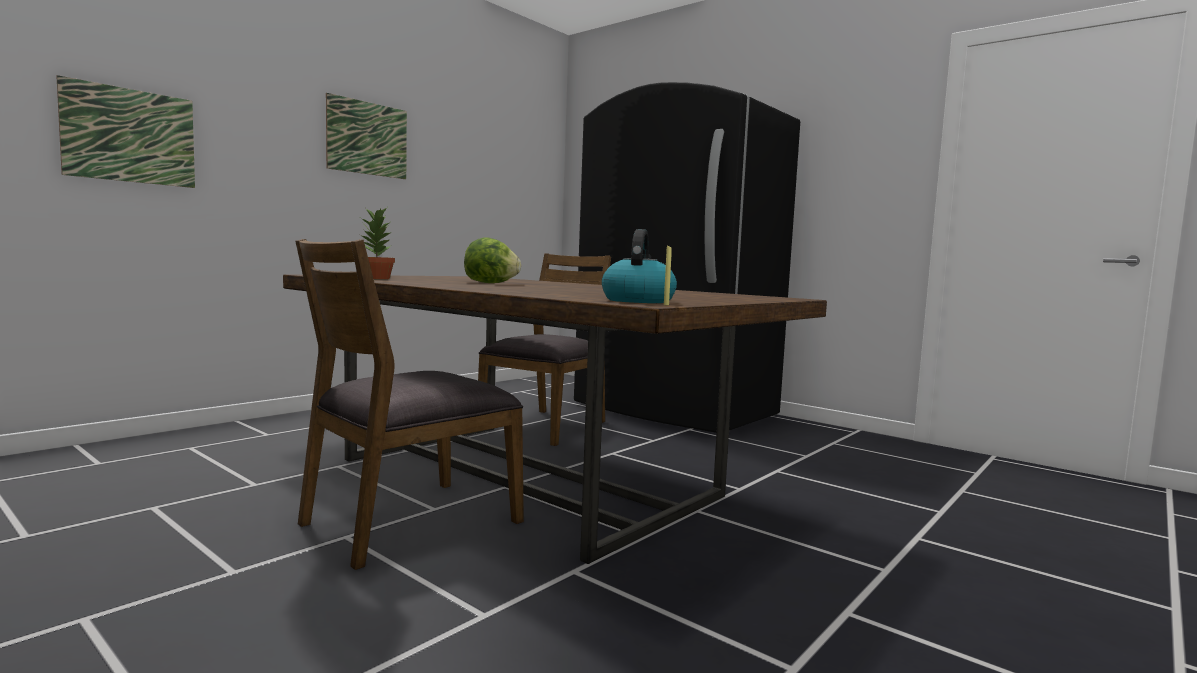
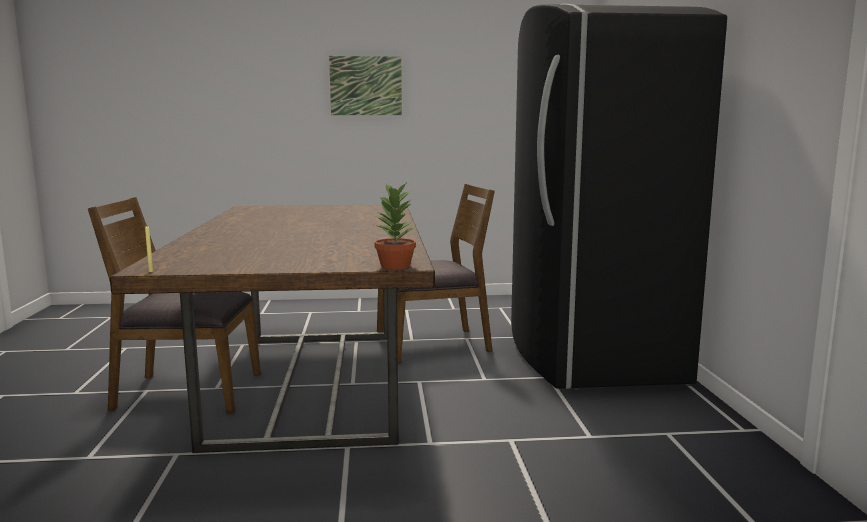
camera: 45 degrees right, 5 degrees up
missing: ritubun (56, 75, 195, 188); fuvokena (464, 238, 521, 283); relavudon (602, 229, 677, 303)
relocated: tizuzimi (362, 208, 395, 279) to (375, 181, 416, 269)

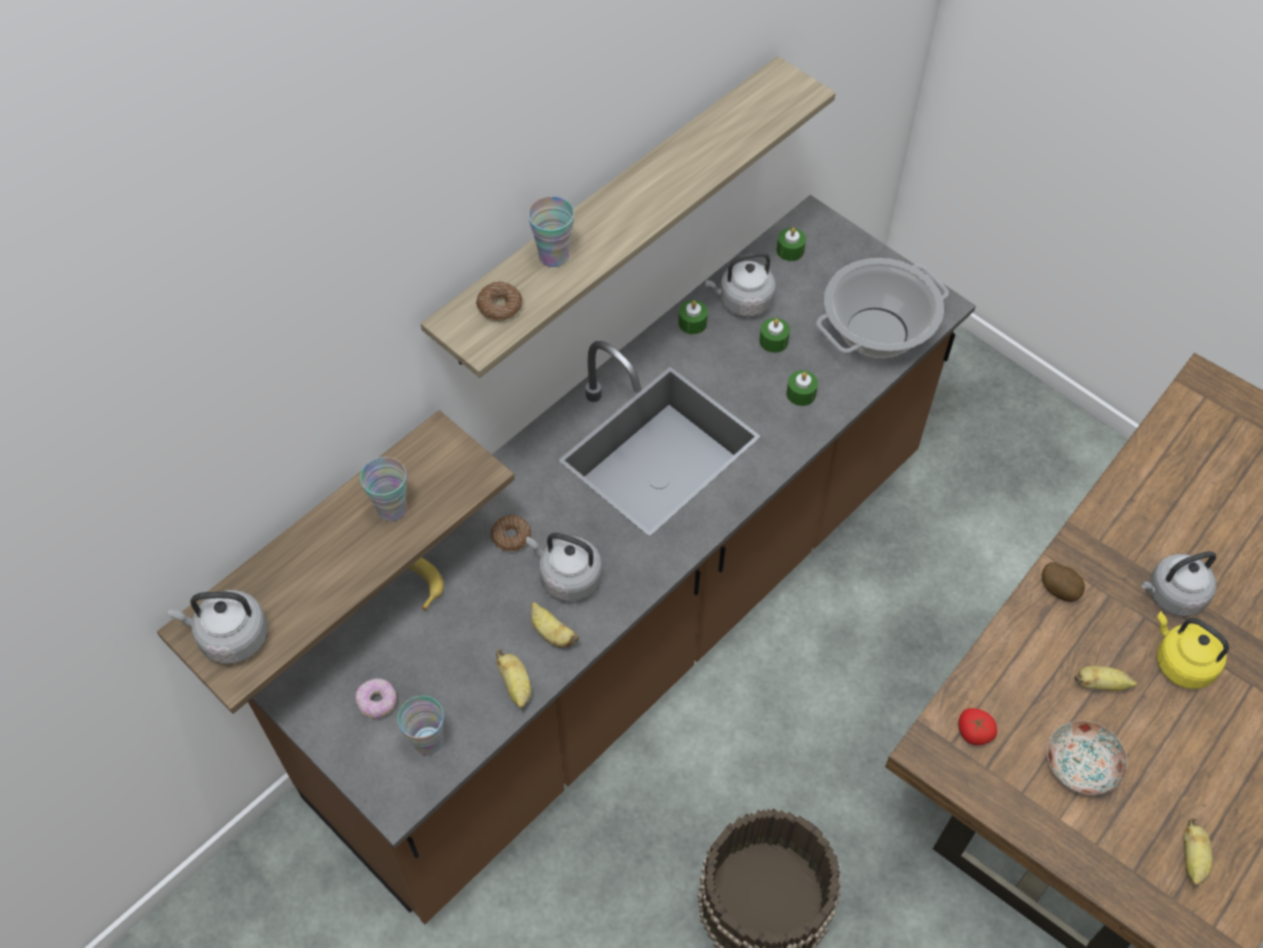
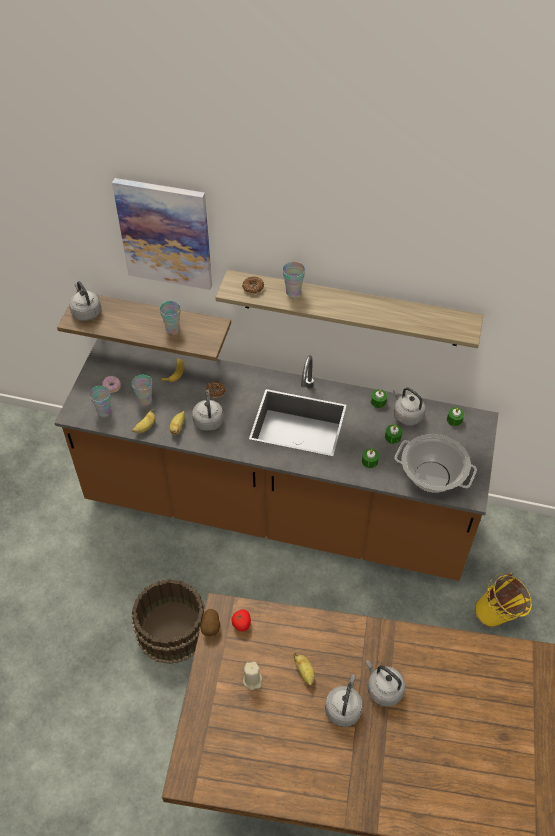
camera: 60 degrees right, 5 degrees down
missing: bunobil (1184, 818, 1212, 886)
appeared: ritubun (112, 178, 212, 290); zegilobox (132, 375, 152, 405); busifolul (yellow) (474, 573, 532, 628)
relocated: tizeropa (1042, 562, 1085, 602) to (201, 609, 220, 636)
exchanged: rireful (1047, 721, 1128, 795) to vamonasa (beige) (243, 661, 262, 690)
colour: relavudon (yellow) (1157, 611, 1229, 689) to relavudon (grey) (325, 674, 363, 727)

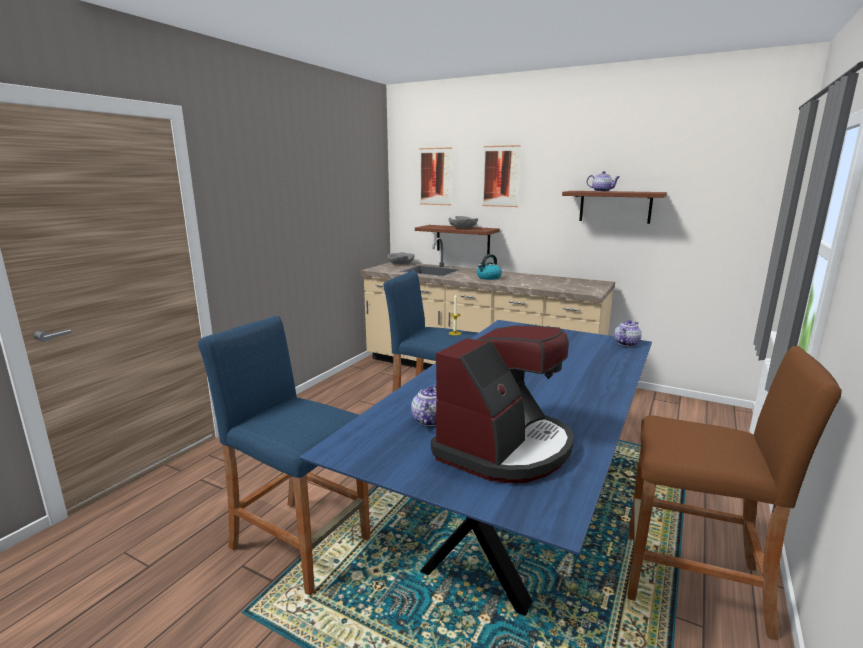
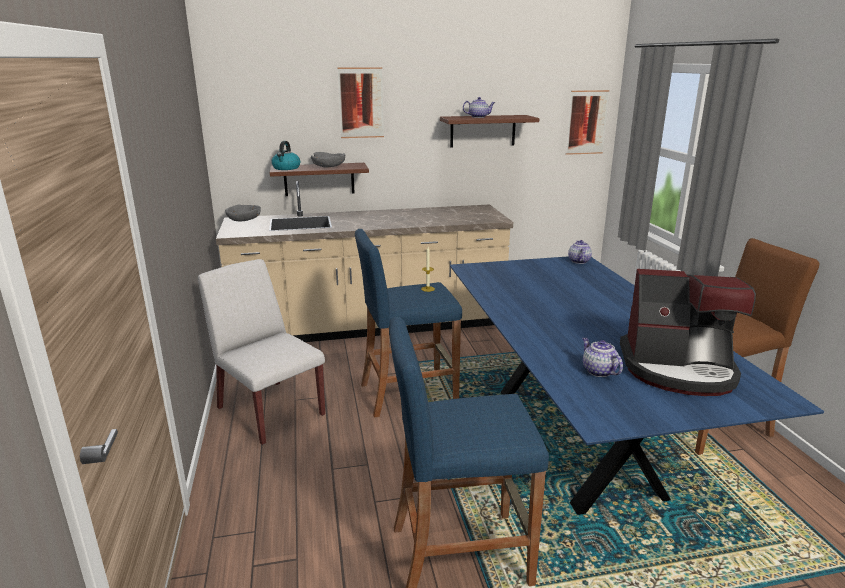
camera: 40 degrees left, 5 degrees up
appeared: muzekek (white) (198, 259, 325, 445)
relocated: ritubun (419, 147, 452, 205) to (566, 90, 610, 155); relavudon (477, 254, 502, 280) to (272, 141, 300, 170)
spun: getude (431, 325, 574, 483) = (620, 269, 756, 396) 105 degrees clockwise

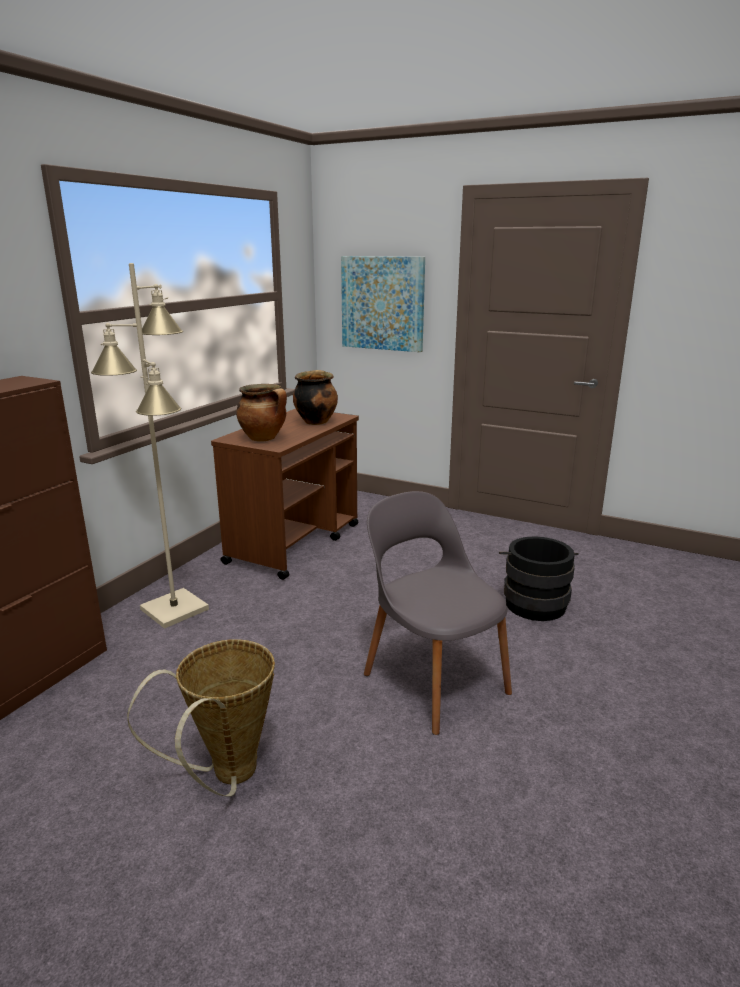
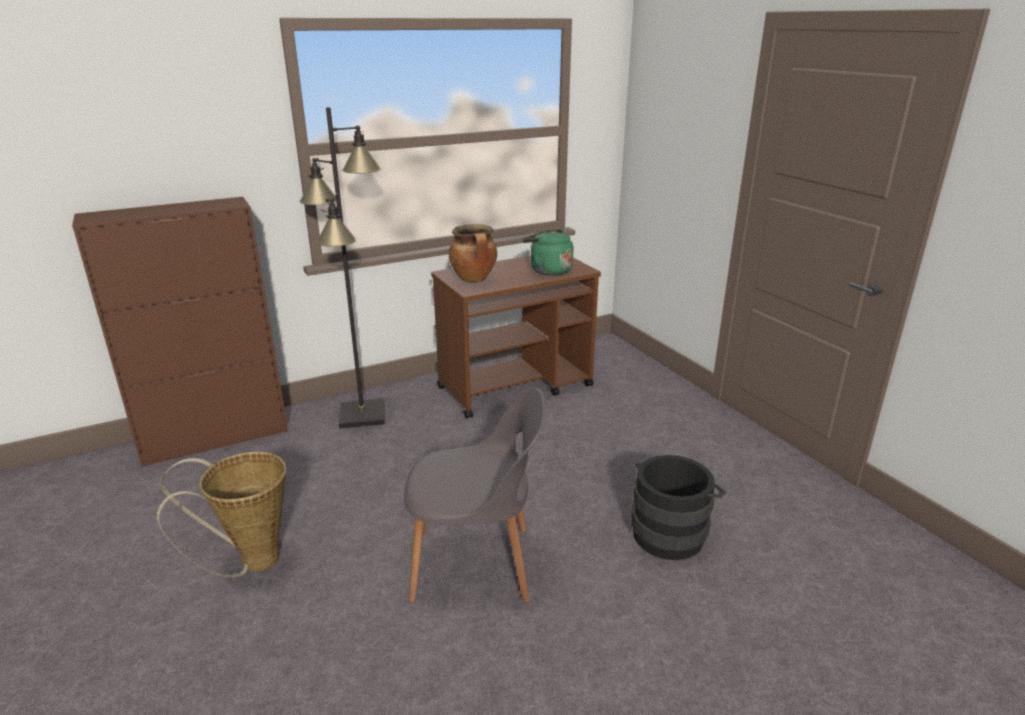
camera: 35 degrees right, 5 degrees up
missing: ritubun (341, 256, 425, 352)
exchanged: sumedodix (293, 370, 338, 425) to relavudon (green) (523, 229, 574, 275)
colour: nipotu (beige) (91, 263, 209, 629) to nipotu (black) (300, 107, 385, 428)
spun: muzekek (grey) (364, 491, 512, 735) = (404, 388, 546, 603) 90 degrees clockwise

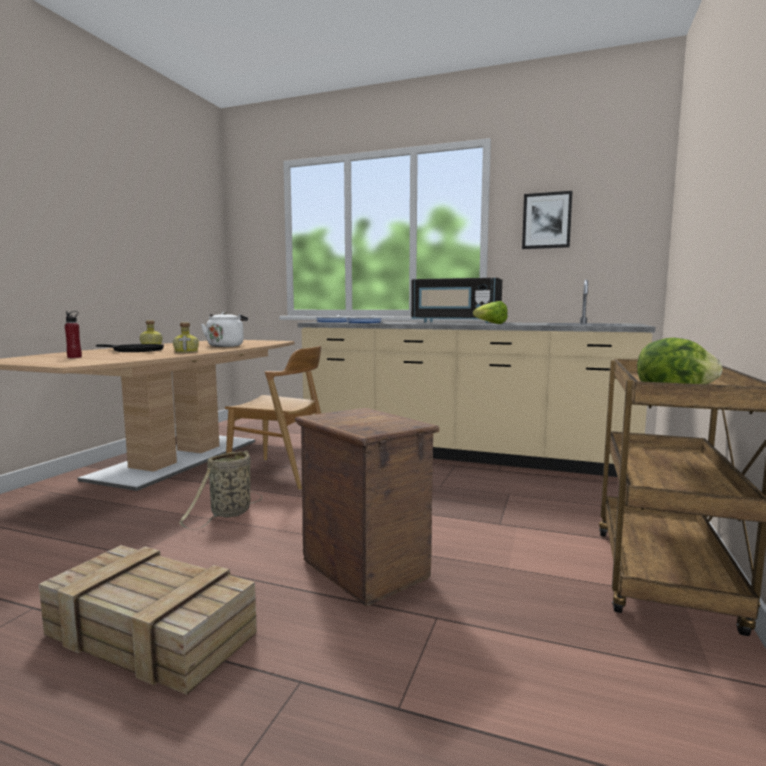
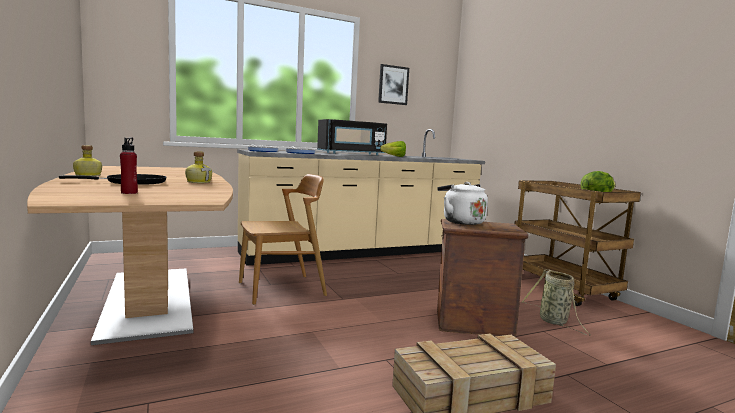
camera: 45 degrees left, 0 degrees up
relocated: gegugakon (179, 450, 262, 530) to (521, 269, 591, 336); relavudon (white) (201, 312, 248, 347) to (437, 182, 488, 225)

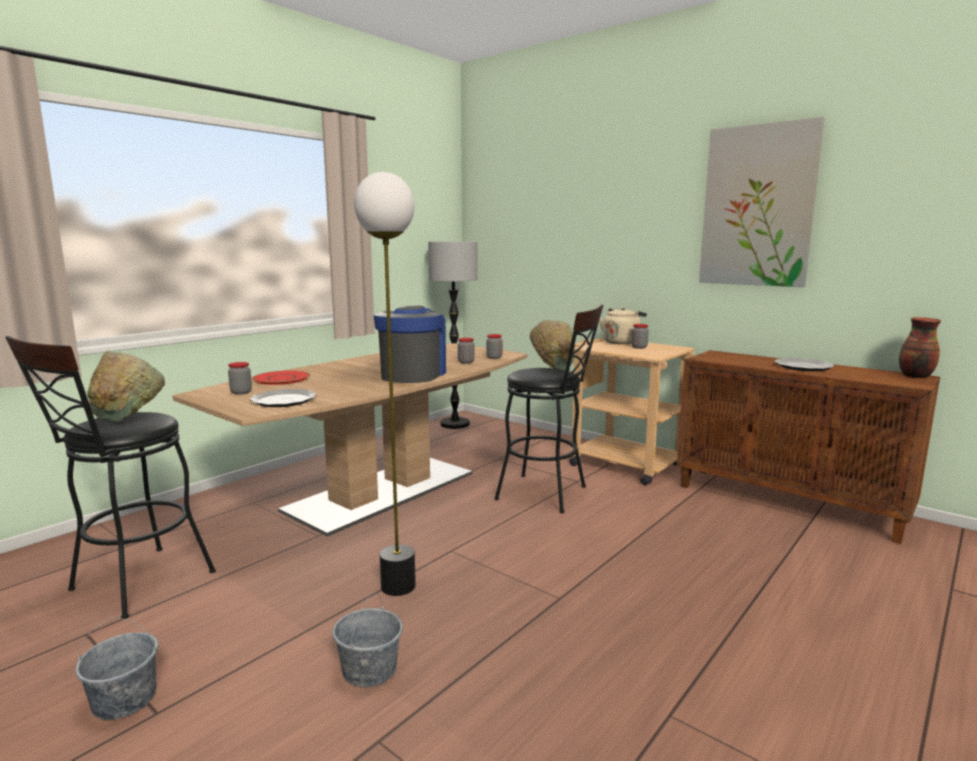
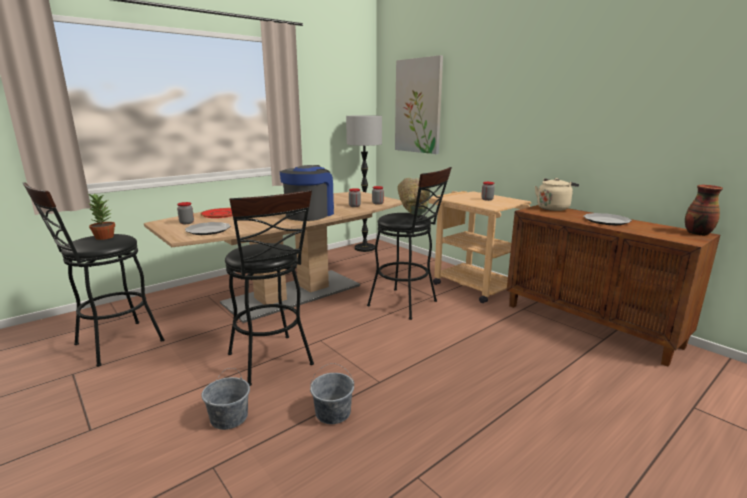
camera: 10 degrees right, 5 degrees up
relocated: busifolul (grey) (75, 618, 158, 720) to (310, 363, 354, 424); relavudon (beige) (599, 307, 647, 344) to (535, 178, 579, 211); ritubun (699, 117, 824, 287) to (395, 55, 443, 154)
exchanged: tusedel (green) (87, 351, 165, 423) to tizuzimi (89, 193, 115, 240); nipotu (354, 172, 416, 596) to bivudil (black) (225, 190, 314, 386)

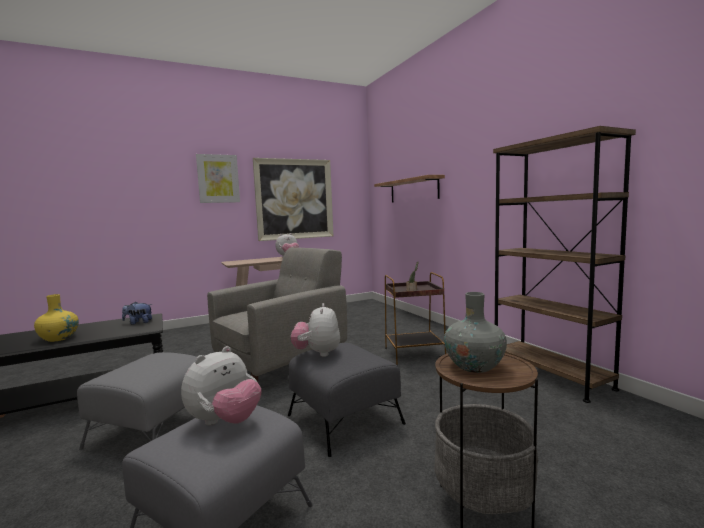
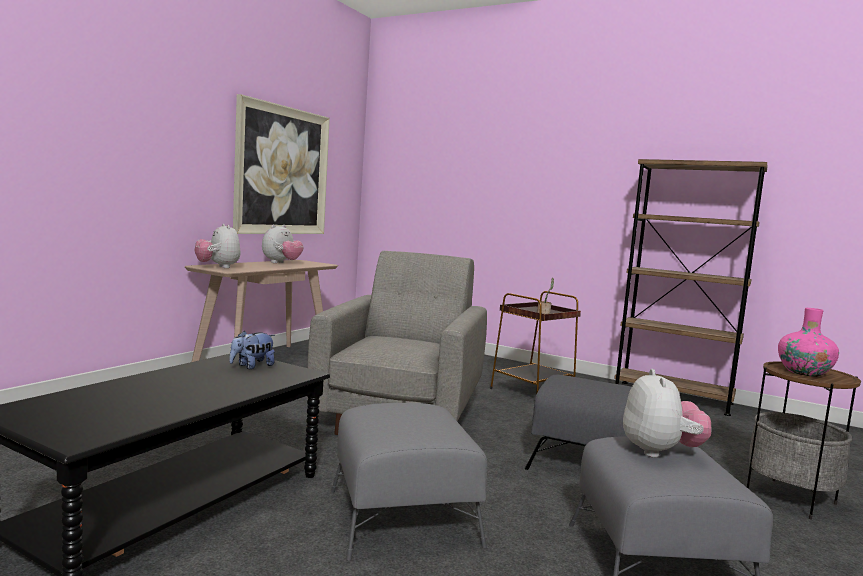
camera: 35 degrees left, 0 degrees up
missing: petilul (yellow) (34, 294, 79, 342); ritubun (196, 154, 240, 203); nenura (374, 175, 445, 203)
relocated: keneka (291, 303, 340, 357) to (195, 224, 241, 268)
colour: petilul (grey) (444, 292, 507, 373) to petilul (pink) (778, 308, 839, 377)

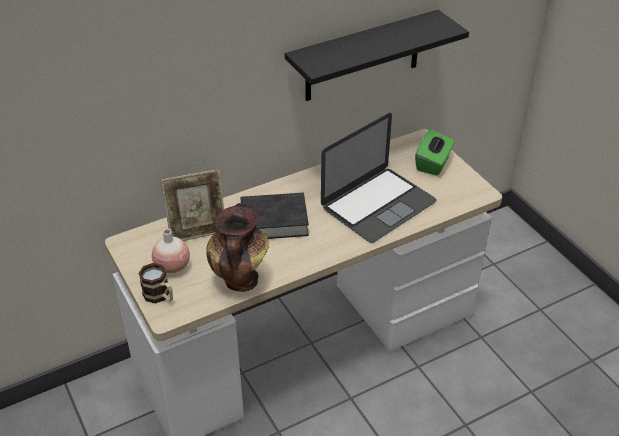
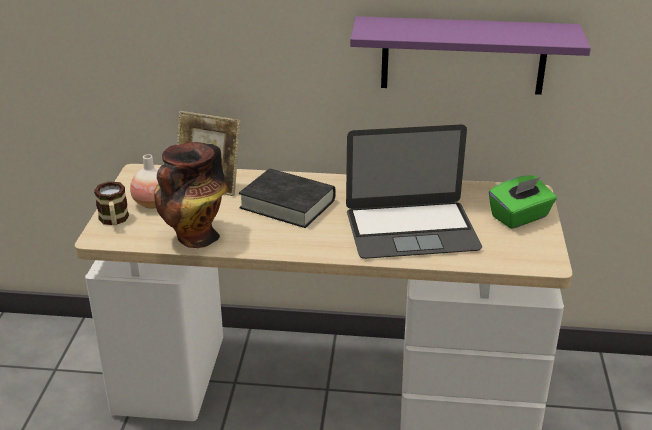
camera: 35 degrees right, 10 degrees down
colour: nenura (black) (285, 10, 469, 101) to nenura (purple) (350, 16, 591, 95)

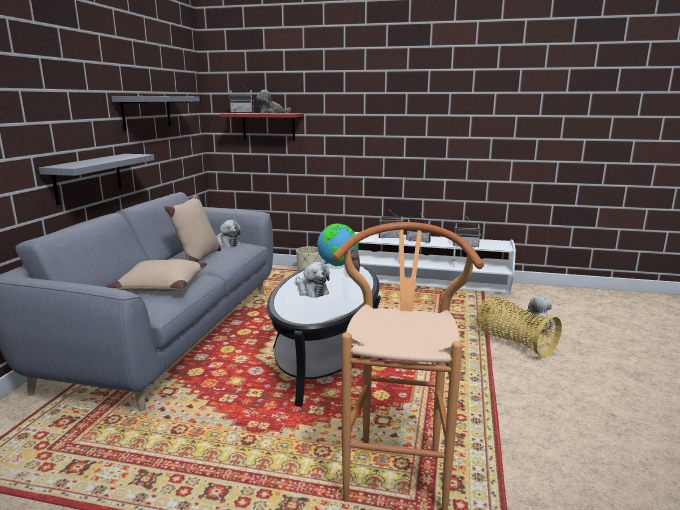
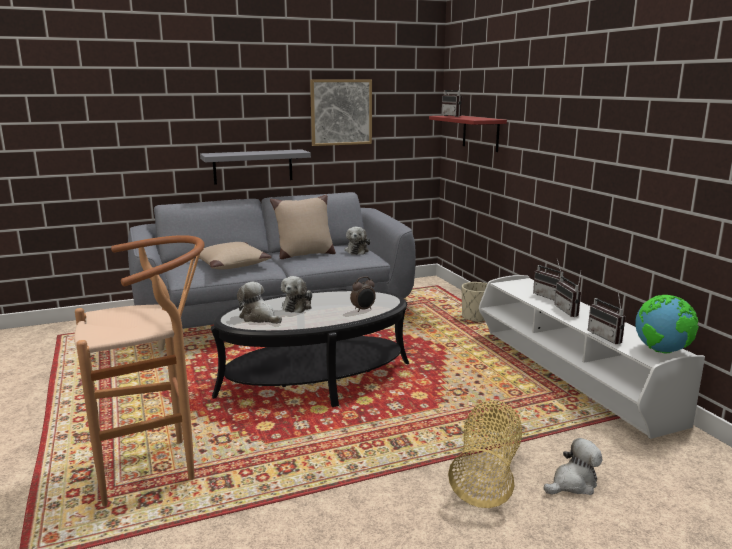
camera: 55 degrees right, 0 degrees up
relocated: keneka (256, 90, 291, 114) to (237, 282, 282, 324); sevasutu (317, 224, 359, 266) to (635, 295, 699, 353)
exchanged: nenura (grey) (112, 96, 200, 131) to ritubun (310, 80, 372, 146)

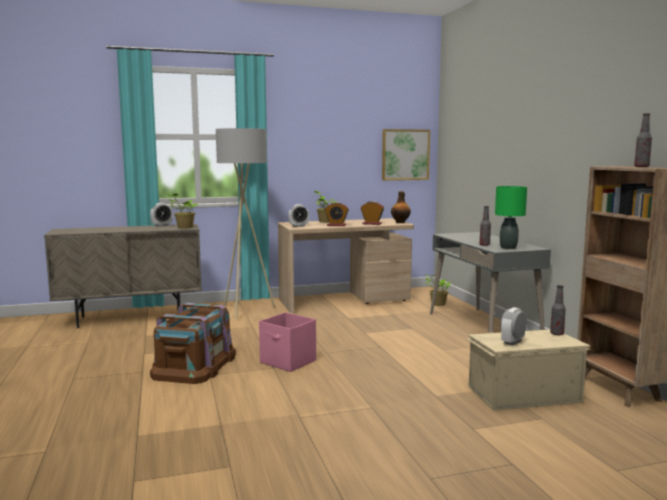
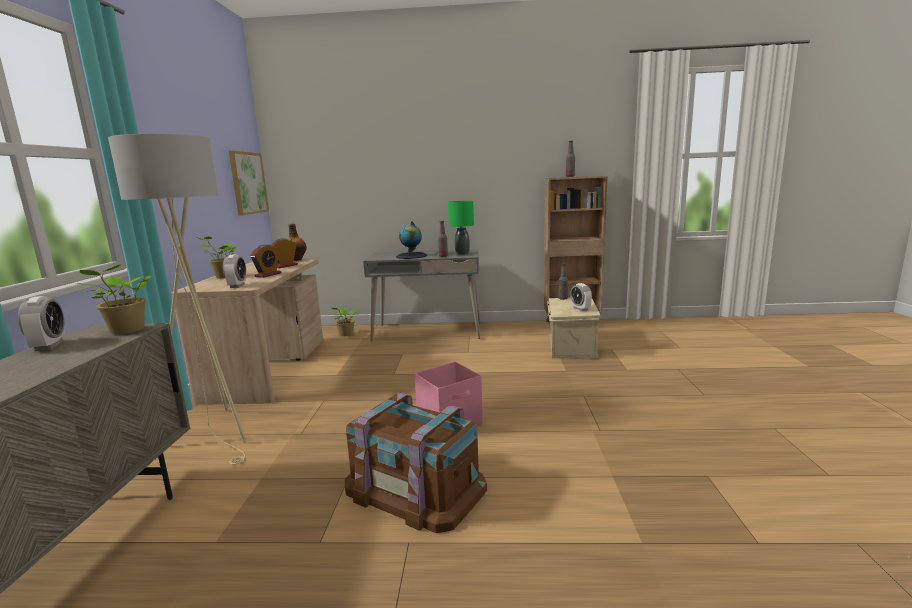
camera: 70 degrees left, 5 degrees up
appeared: sevasutu (396, 221, 427, 259)

